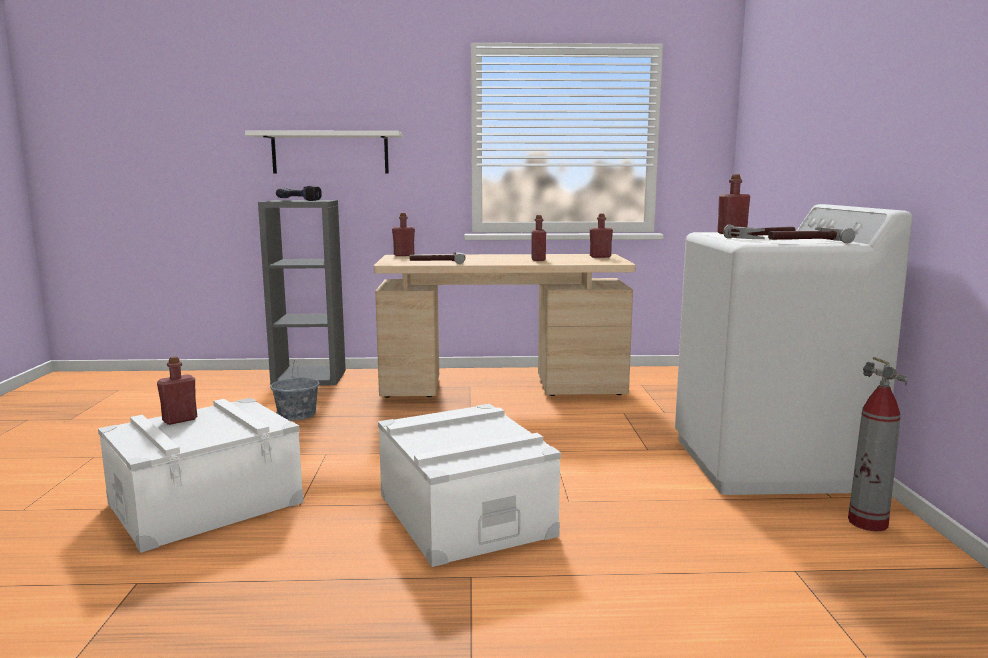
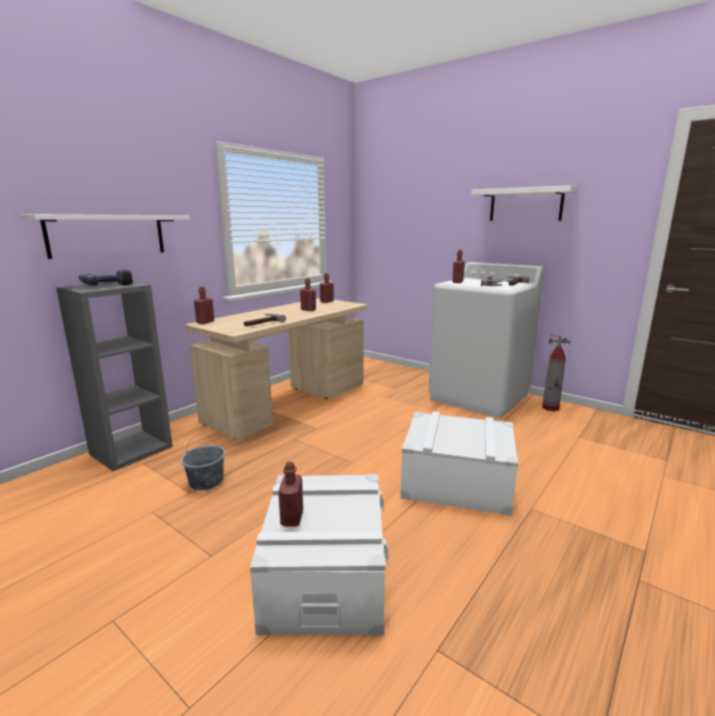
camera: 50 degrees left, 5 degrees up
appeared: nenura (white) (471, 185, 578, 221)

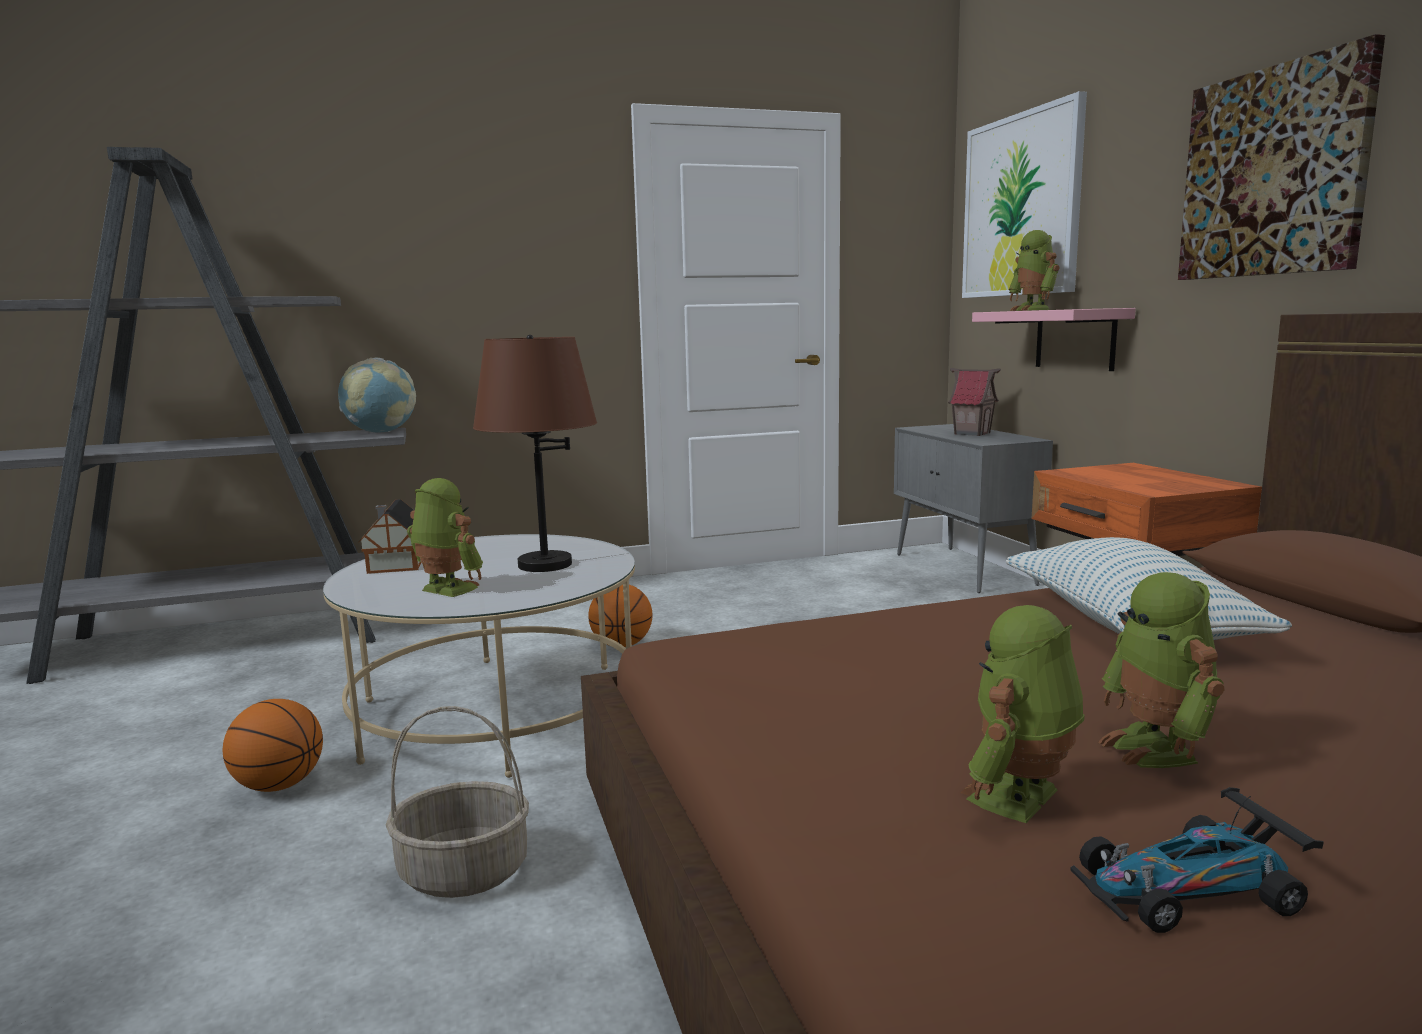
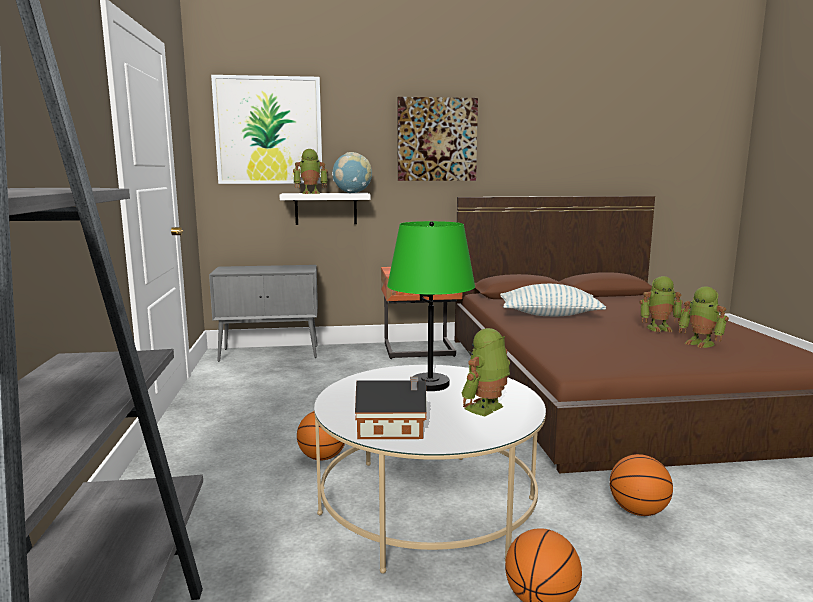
camera: 80 degrees left, 0 degrees up
missing: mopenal (948, 368, 1001, 436); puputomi (1070, 787, 1324, 933)
relocated: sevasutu (338, 357, 416, 432) to (332, 152, 372, 193)
exchanged: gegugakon (386, 706, 529, 898) to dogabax (610, 454, 673, 516)
colour: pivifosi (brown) (473, 335, 597, 572) to pivifosi (green) (387, 221, 475, 391); nenura (pink) (972, 308, 1136, 371) to nenura (white) (280, 193, 371, 225)

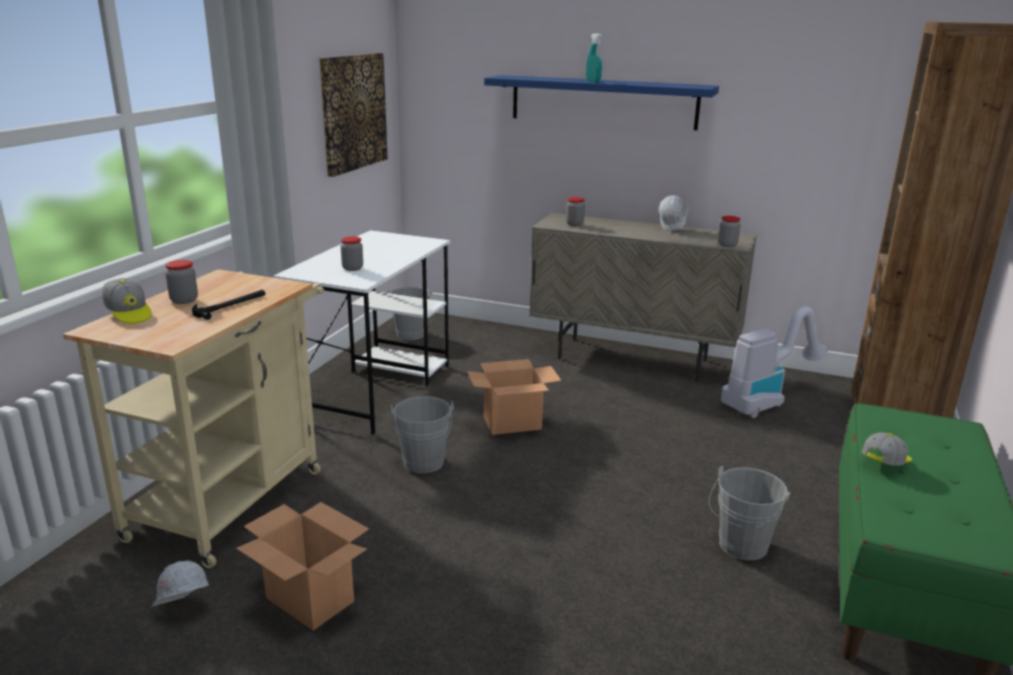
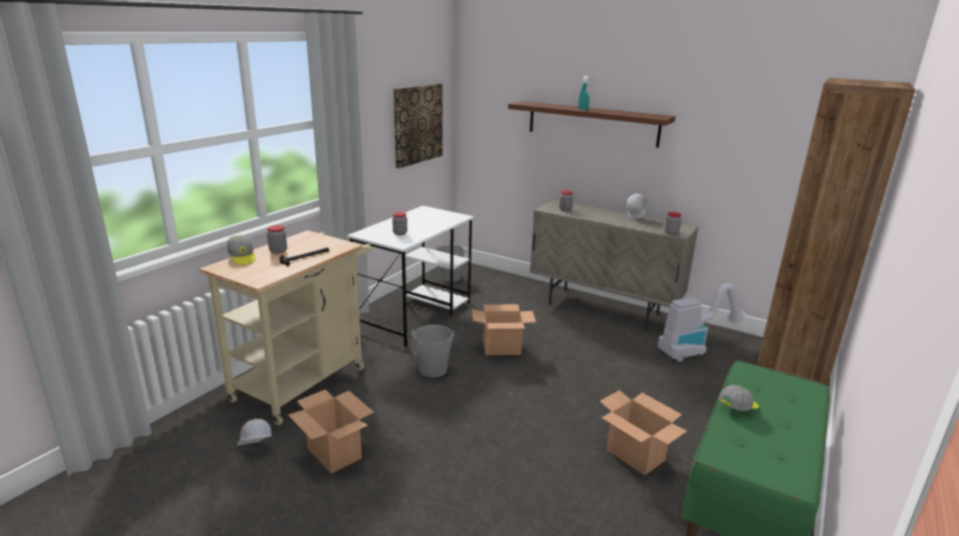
camera: 10 degrees right, 0 degrees up
exchanged: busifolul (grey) (709, 466, 791, 560) to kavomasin (600, 390, 687, 475)
colour: nenura (blue) (484, 75, 719, 130) to nenura (brown) (508, 101, 675, 148)

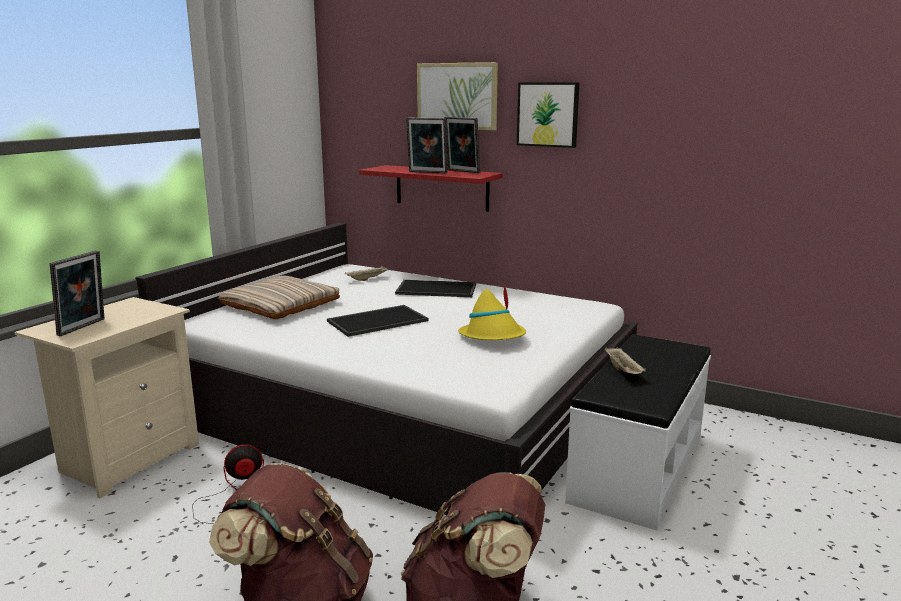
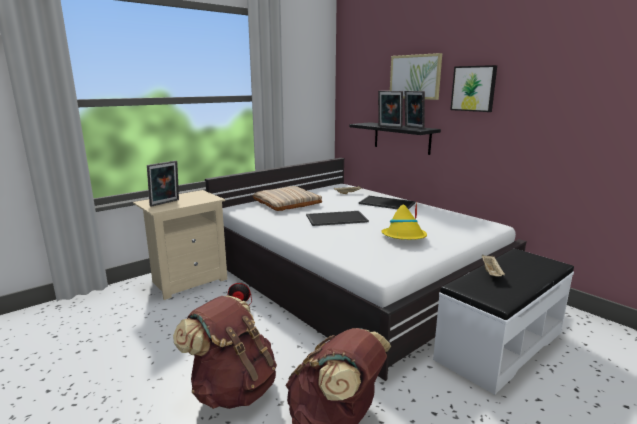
camera: 20 degrees right, 0 degrees up
colour: nenura (red) (359, 165, 503, 212) to nenura (black) (349, 122, 441, 155)

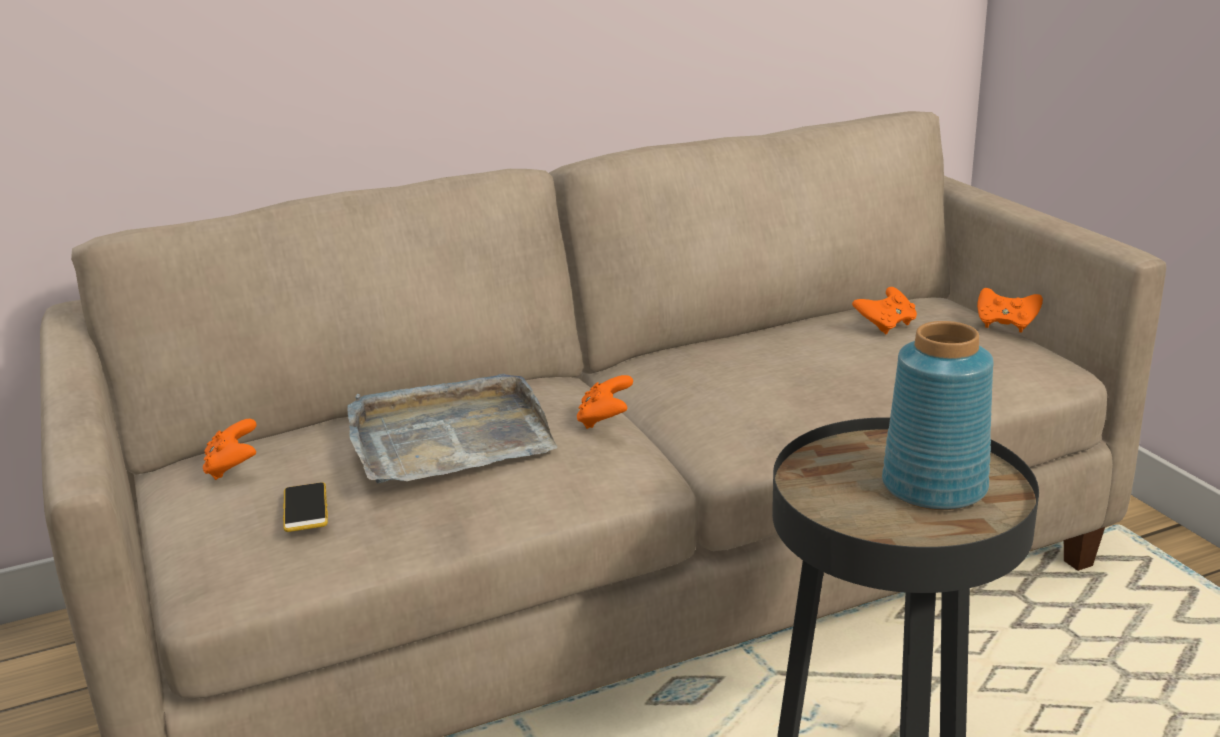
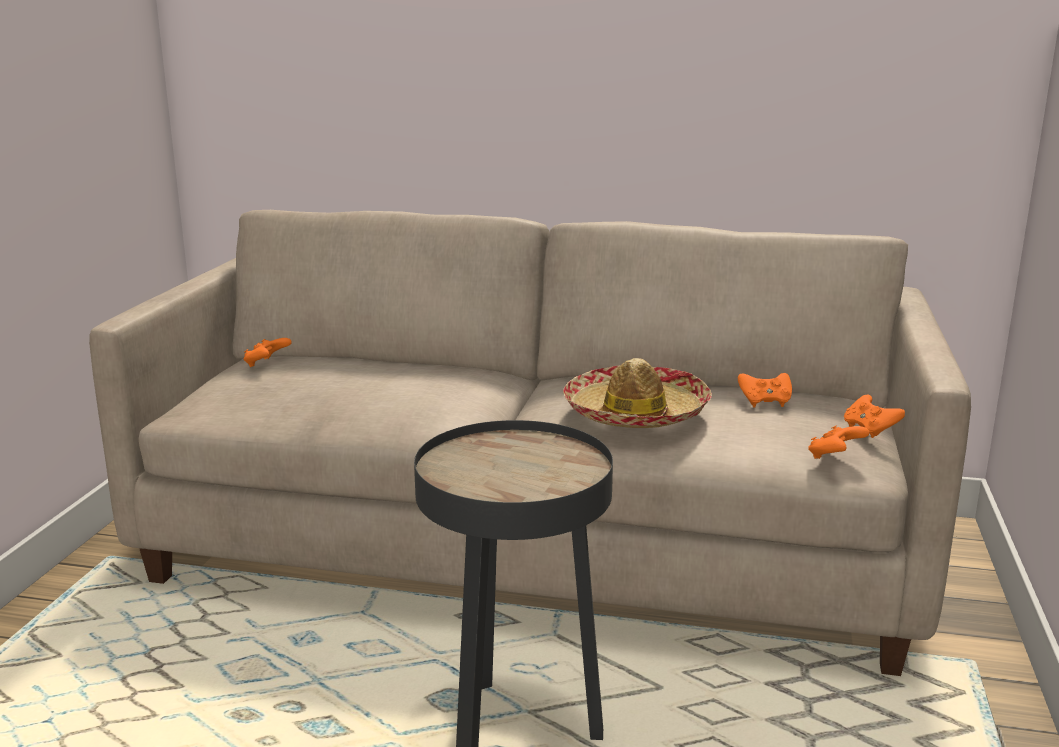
camera: 35 degrees right, 5 degrees down
missing: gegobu (283, 482, 328, 532); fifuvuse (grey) (347, 374, 557, 484); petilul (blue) (882, 321, 994, 510)
appeared: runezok (563, 358, 712, 428)
relocated: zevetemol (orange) (577, 375, 633, 429) to (808, 425, 869, 459)

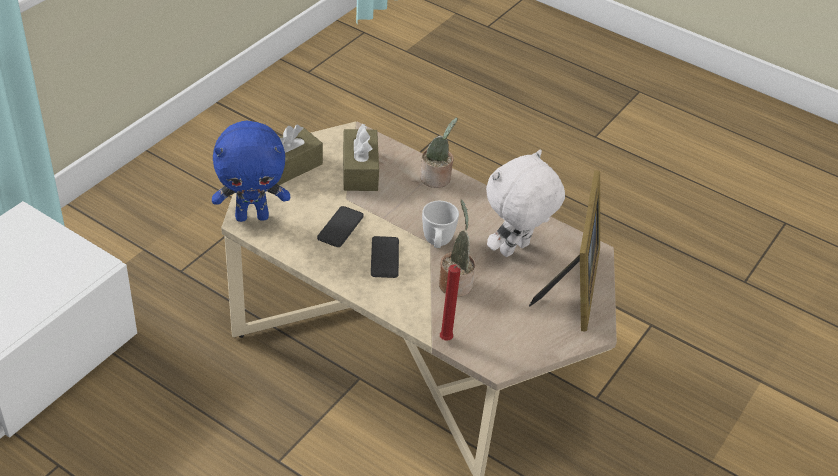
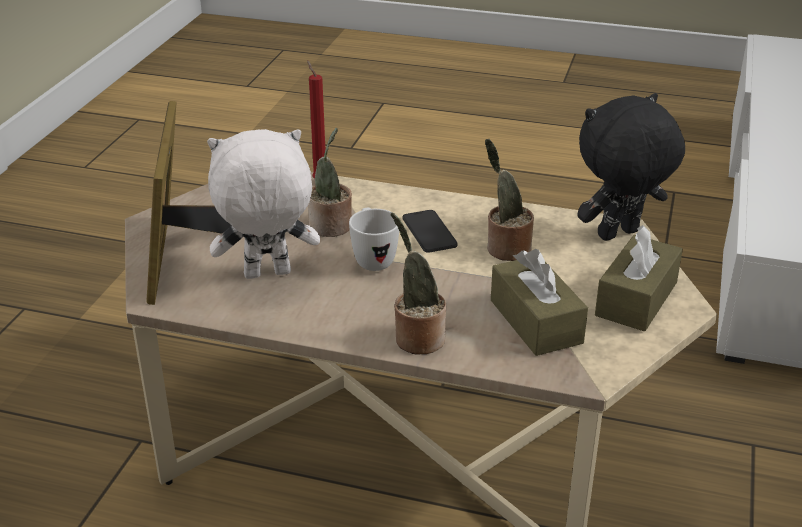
camera: 165 degrees right, 10 degrees down
exchanged: gegobu (317, 206, 364, 247) to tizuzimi (485, 139, 534, 261)
colour: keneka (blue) (212, 121, 290, 222) to keneka (black) (577, 93, 685, 241)
spun: keneka (white) (486, 150, 565, 257) = (207, 129, 320, 279) 135 degrees counterclockwise

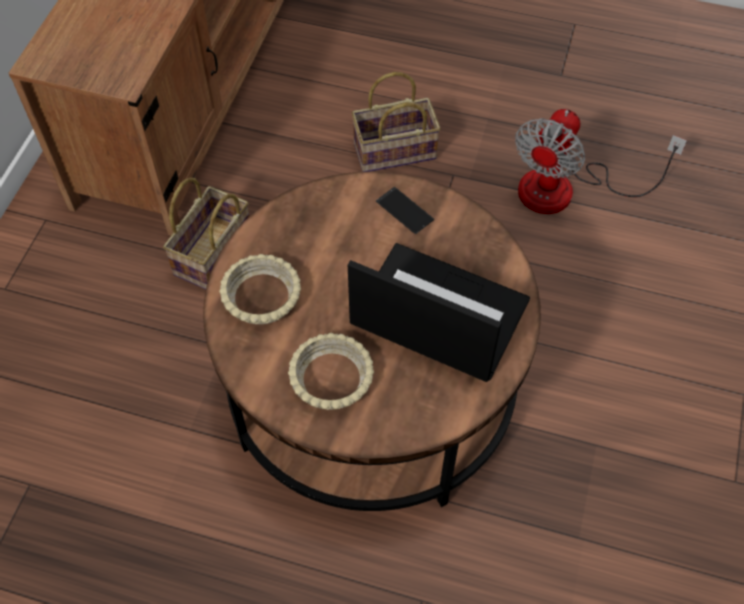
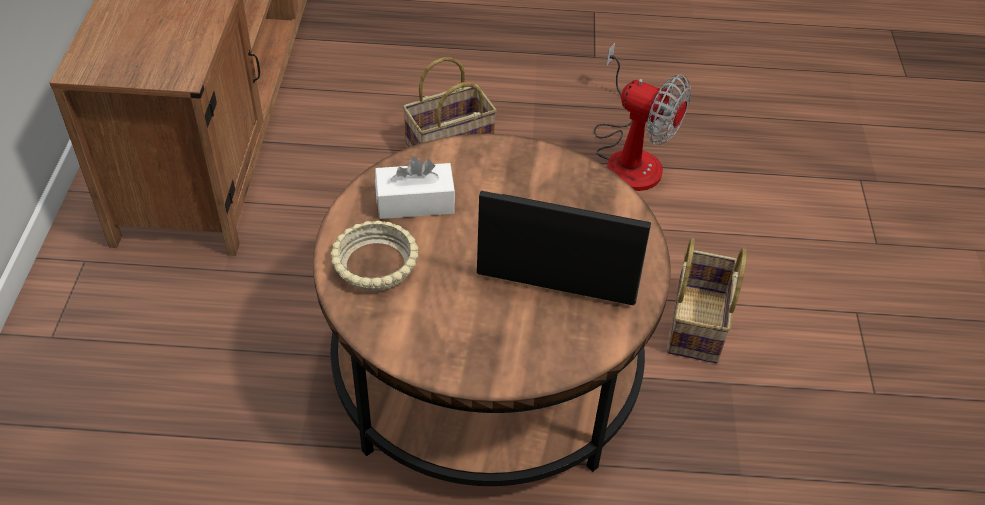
camera: 15 degrees left, 10 degrees down
missing: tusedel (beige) (288, 333, 374, 410); gegobu (376, 186, 434, 235)
appeared: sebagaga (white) (375, 157, 455, 219)
relocated: gegugakon (163, 178, 249, 289) to (668, 238, 747, 363)
spun: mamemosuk (515, 109, 687, 214) = (594, 43, 691, 191) 75 degrees counterclockwise

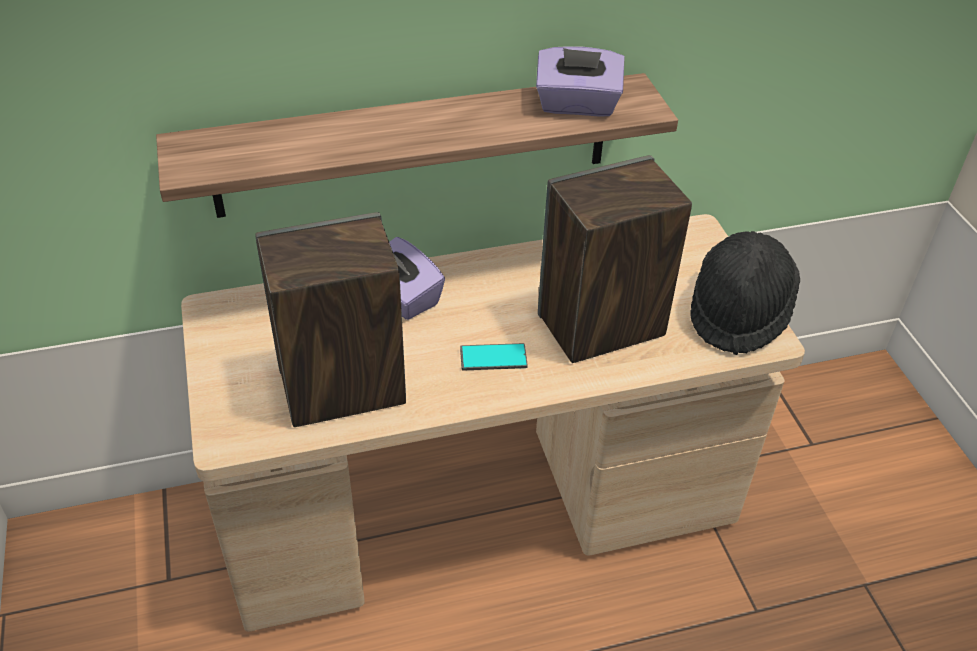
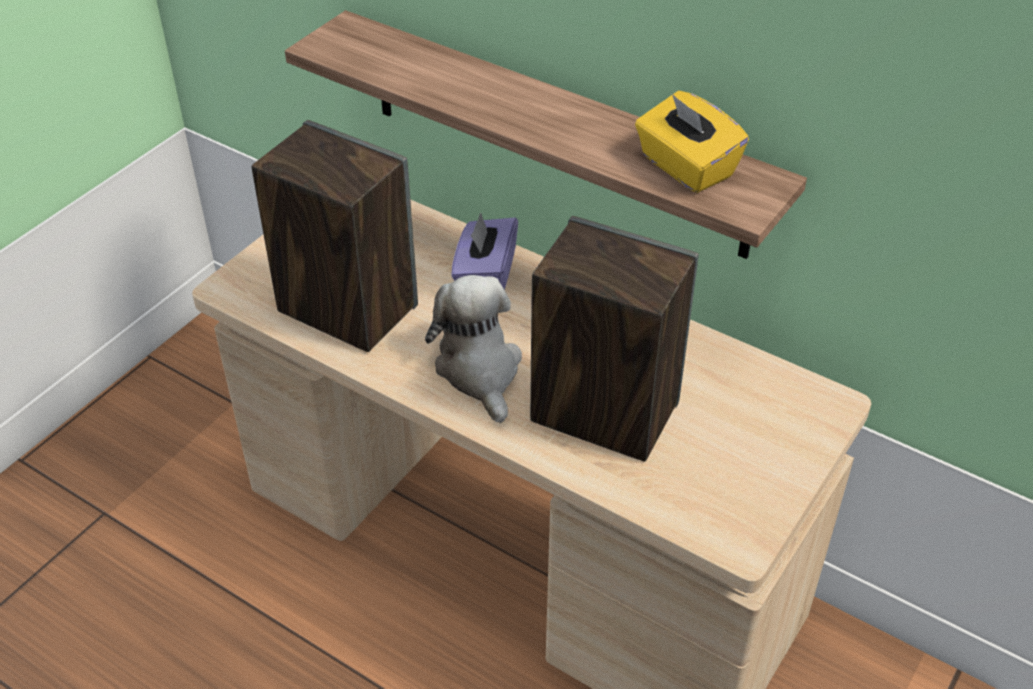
camera: 50 degrees right, 0 degrees up
missing: runezok (black) (690, 231, 800, 355)
exchanged: gegobu (460, 343, 528, 371) to keneka (425, 275, 522, 423)
colour: sebagaga (purple) (536, 46, 624, 117) to sebagaga (yellow) (635, 91, 749, 193)

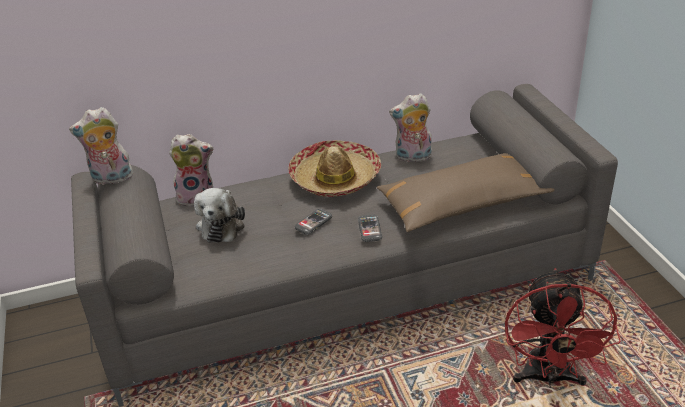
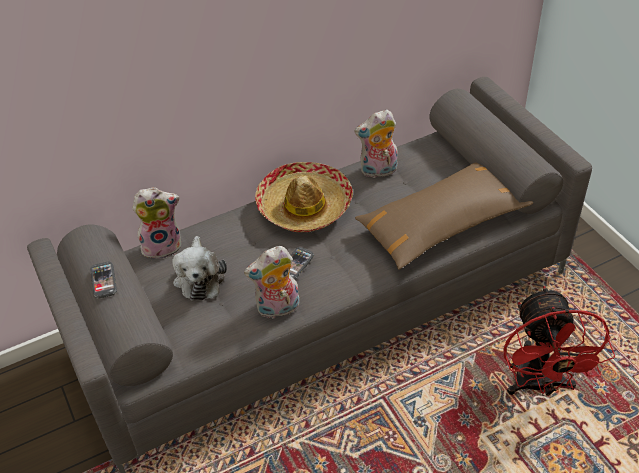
camera: 10 degrees left, 10 degrees up
relocated: keneka (69, 107, 134, 185) to (244, 246, 299, 319); gegobu (358, 214, 382, 242) to (90, 262, 117, 299)

